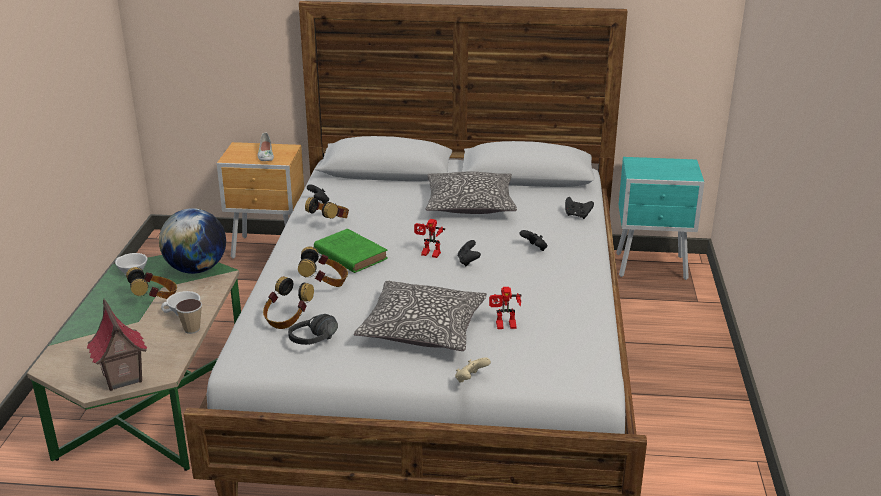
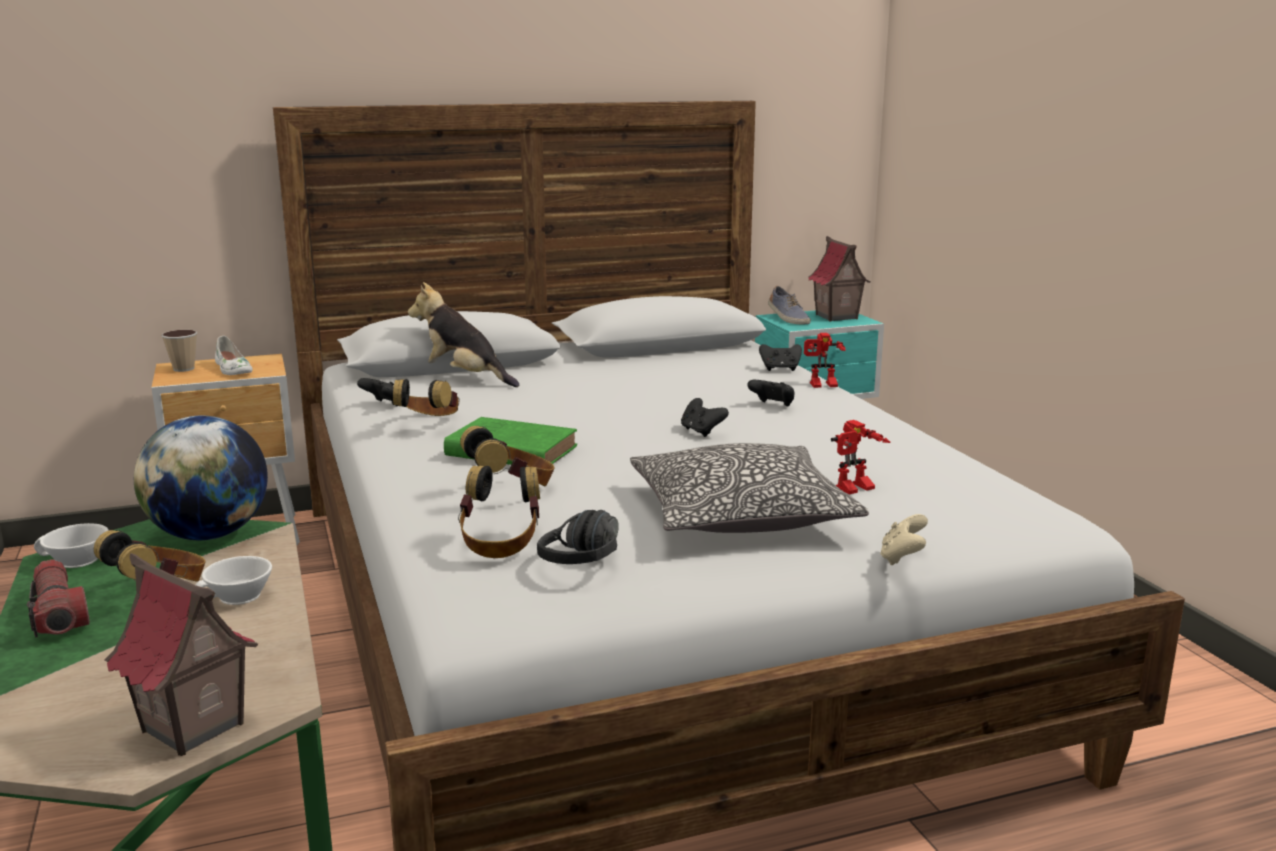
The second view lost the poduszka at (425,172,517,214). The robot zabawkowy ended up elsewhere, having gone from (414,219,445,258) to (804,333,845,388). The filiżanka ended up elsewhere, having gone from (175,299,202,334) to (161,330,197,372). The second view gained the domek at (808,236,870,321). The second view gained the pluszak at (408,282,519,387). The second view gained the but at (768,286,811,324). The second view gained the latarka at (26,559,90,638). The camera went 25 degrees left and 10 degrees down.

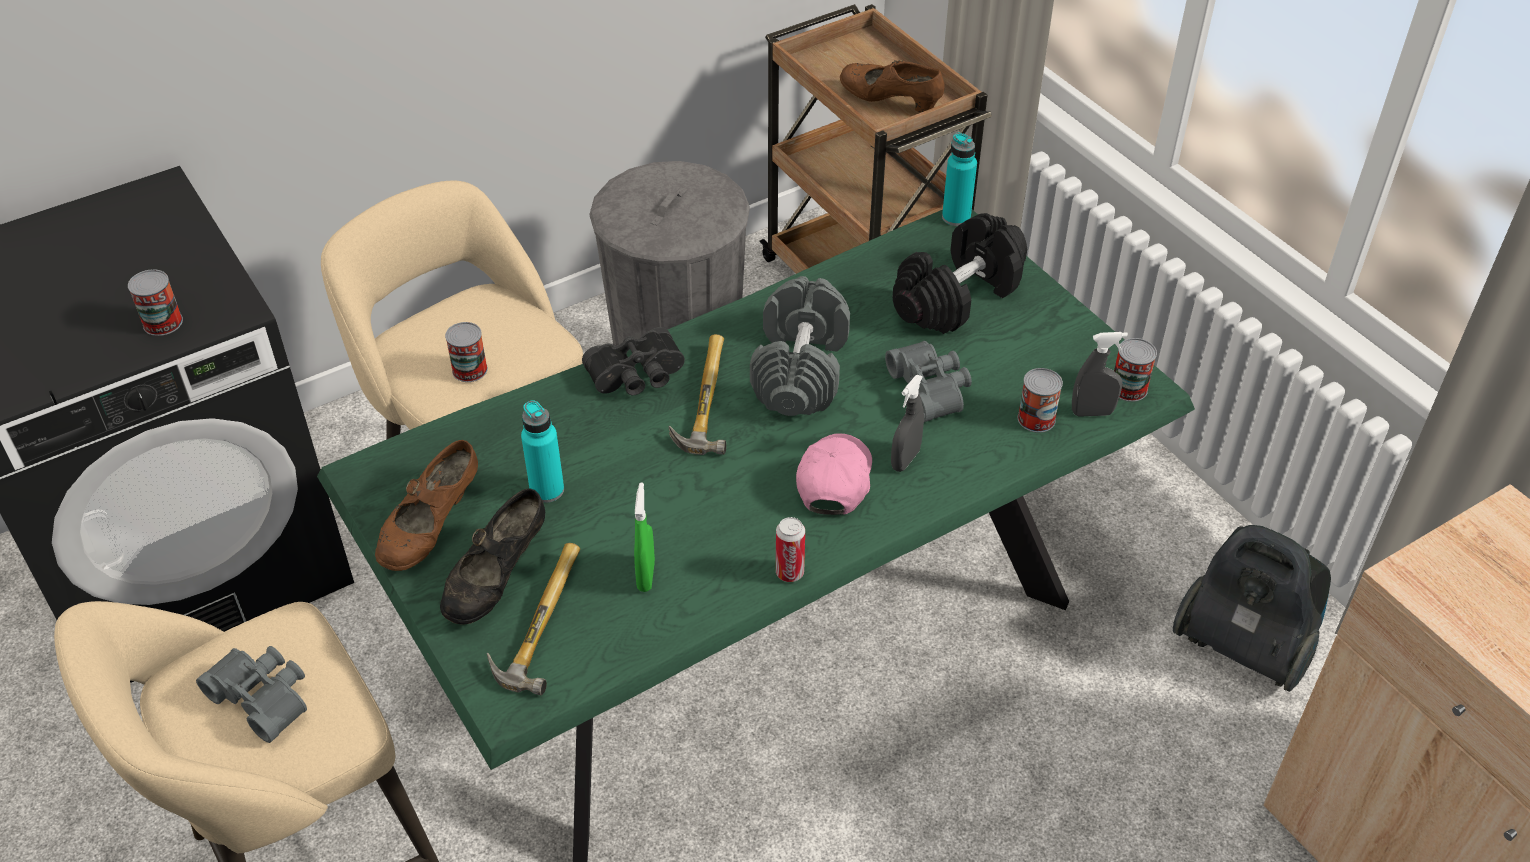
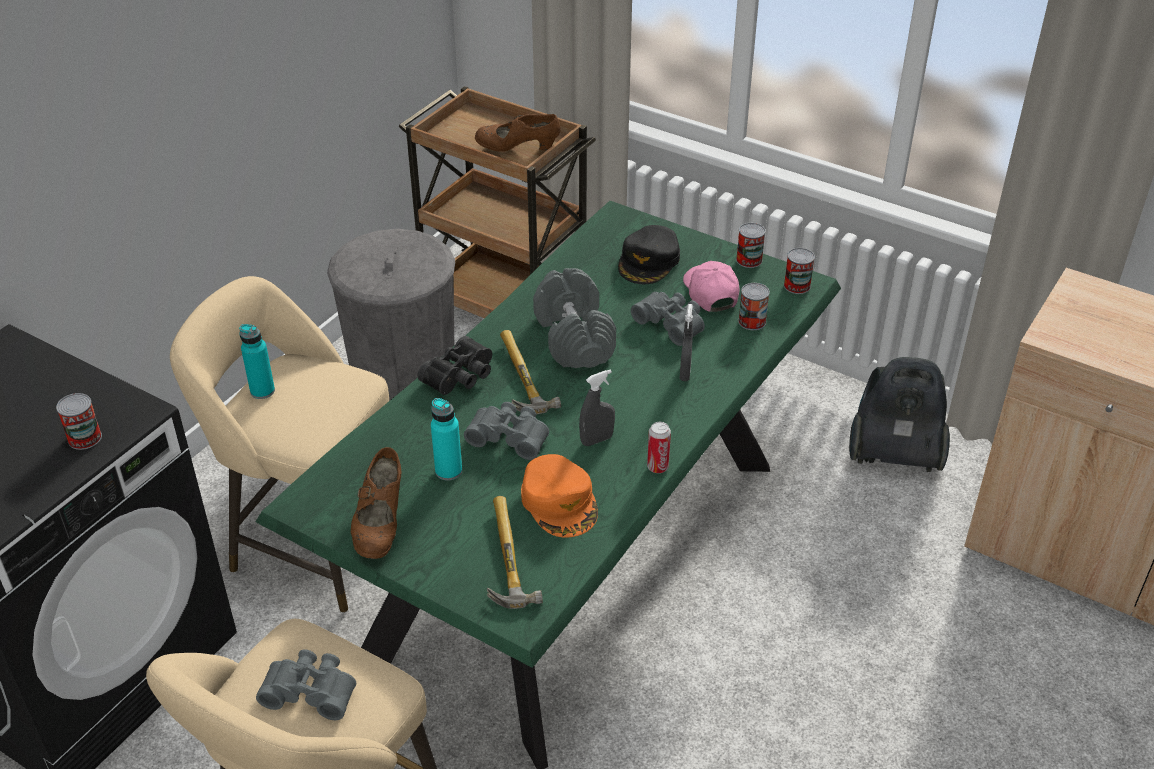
The butelka/turkusowy ended up elsewhere, having gone from (942,133,977,226) to (239,324,275,399). Where the hantel/czarny stood at (893,213,1027,334), the czapka z daszkiem/czarny came to stand at (618,225,680,284). The puszka ended up elsewhere, having gone from (445,322,488,382) to (736,223,766,268). The spryskiwacz/szary ended up elsewhere, having gone from (1072,332,1128,417) to (579,369,615,446). The czapka z daszkiem/różowy ended up elsewhere, having gone from (796,434,872,515) to (683,261,740,312). Where the spryskiwacz/zielony stood at (634,483,655,592), the czapka z daszkiem/pomarańczowy came to stand at (521,454,598,537). The second view lost the but/czarny at (440,489,545,624). The second view gained the lornetka/szary at (464,402,549,460). The camera went 25 degrees left and 5 degrees down.

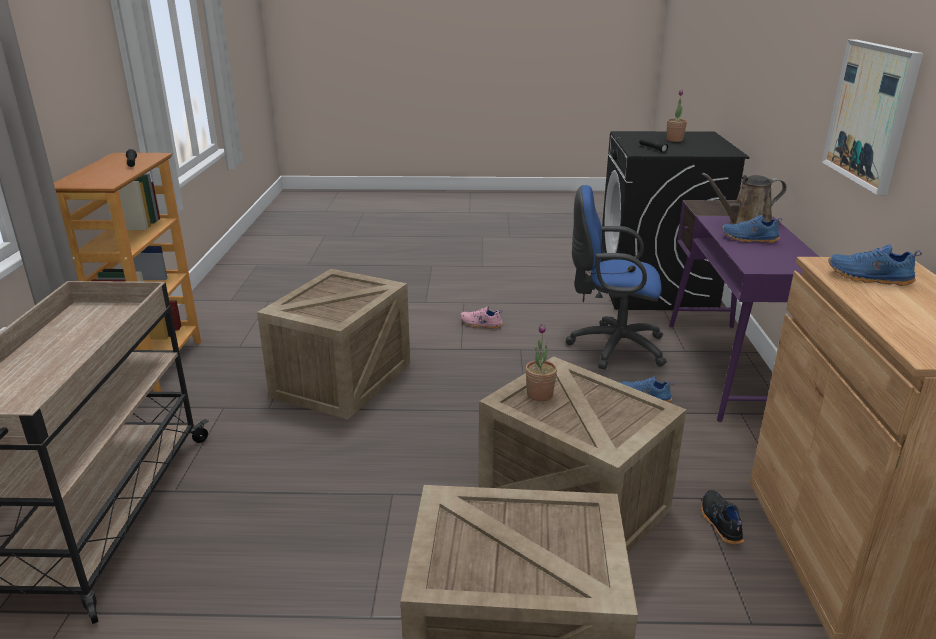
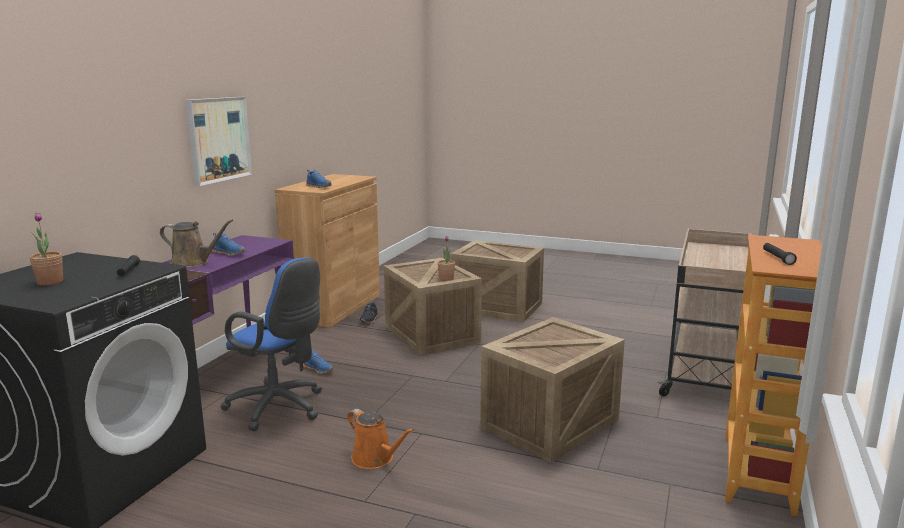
Where the but/różowy stood at (460,306,503,329), the konewka/pomarańczowy came to stand at (348,409,414,469). The camera went 160 degrees left and 10 degrees down.

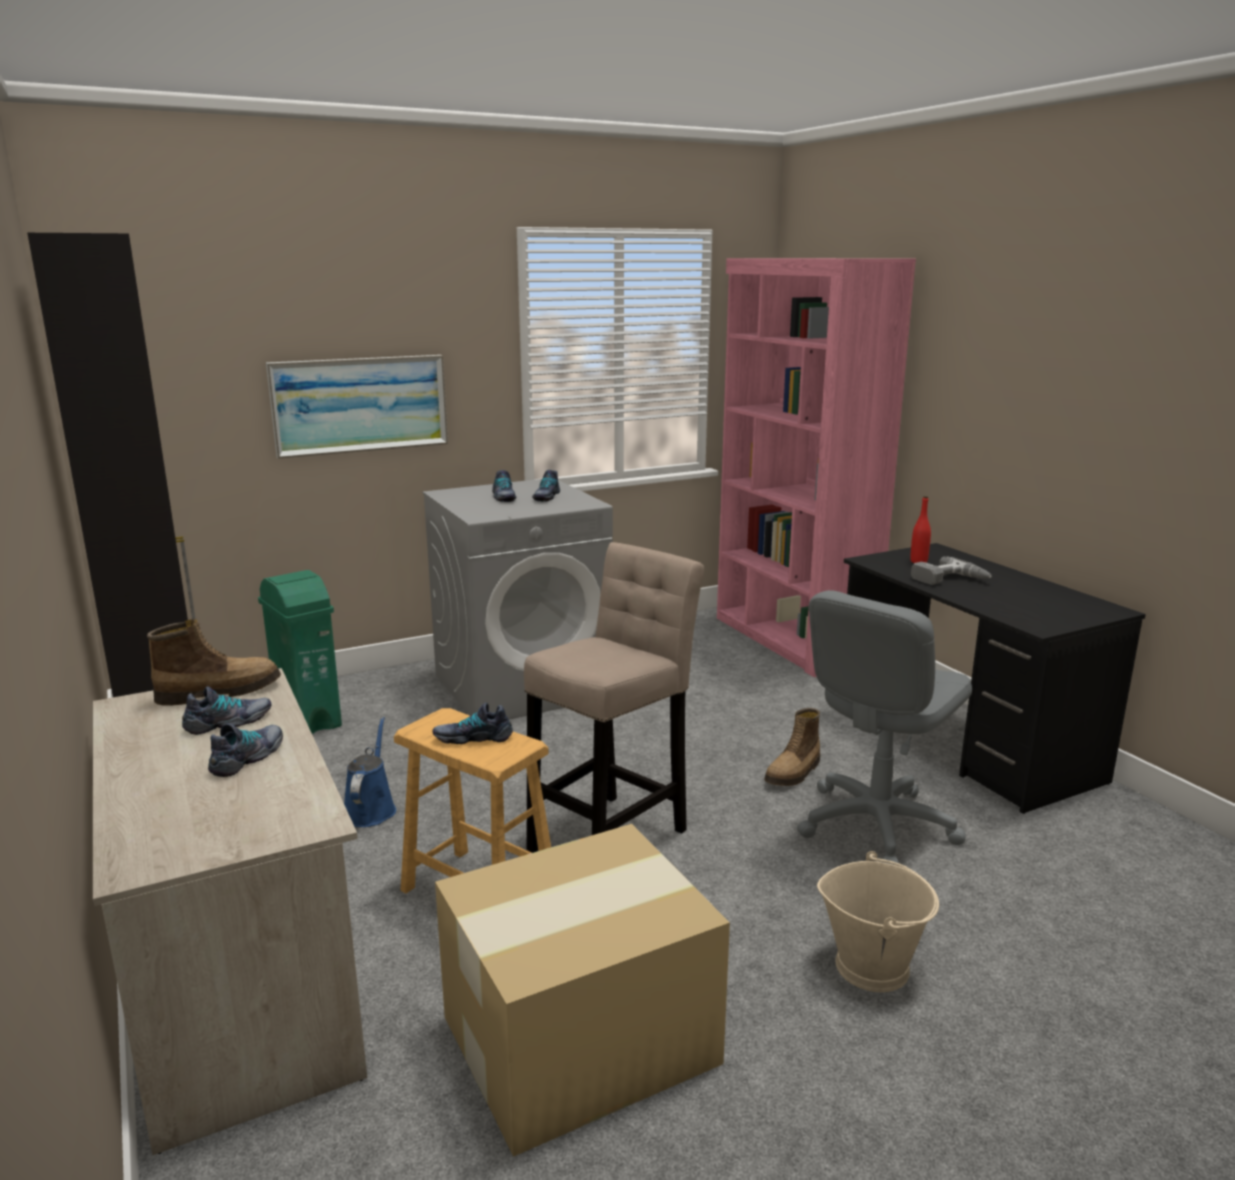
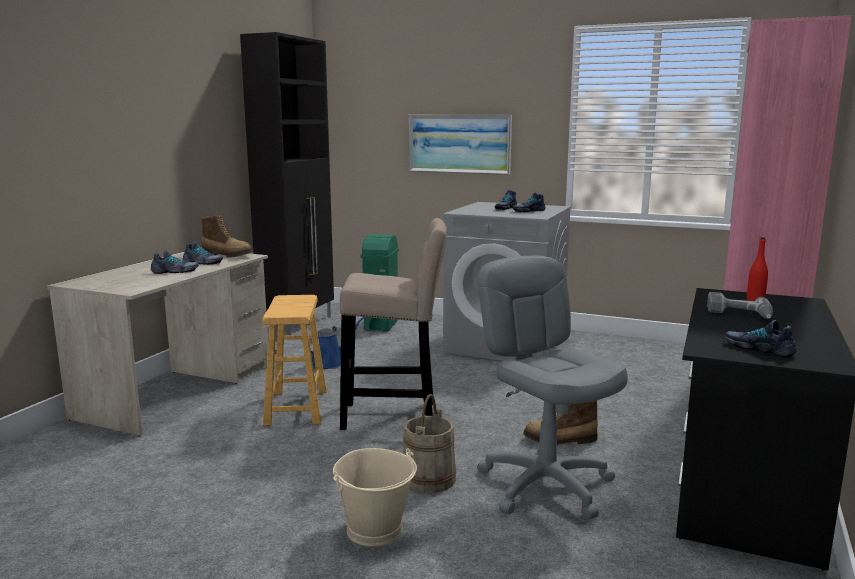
The krzesło biurowe/szary at (797,590,972,866) ended up facing another way, 60 degrees clockwise from before. The but ended up elsewhere, having gone from (433,702,513,744) to (725,320,797,358). The second view lost the karton at (435,824,730,1157). The second view gained the wiadro/beżowy at (403,394,456,493). The camera went 50 degrees right and 5 degrees down.

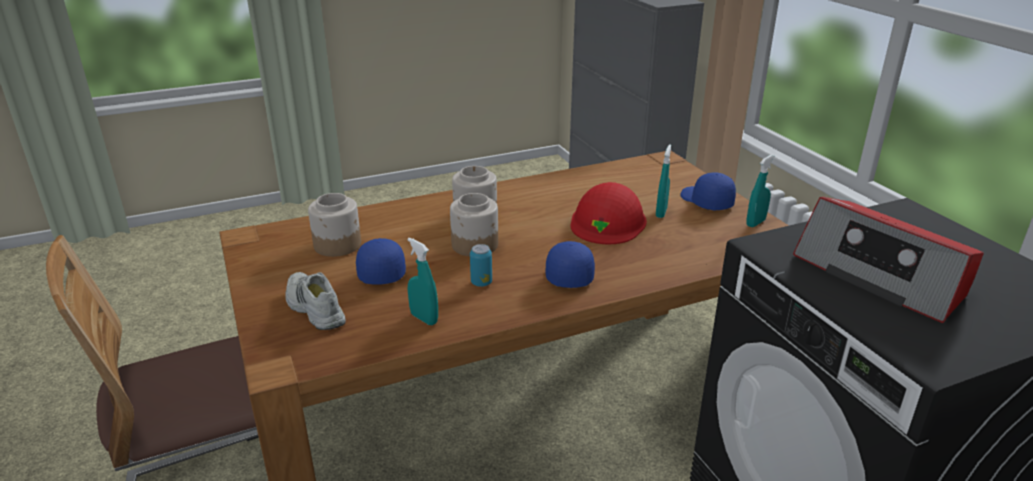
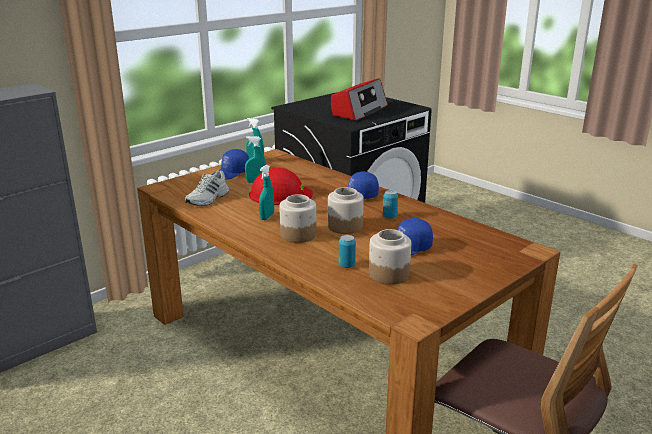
The spryskiwacz/turkusowy ended up elsewhere, having gone from (407,238,438,325) to (259,165,274,220). The but/biały ended up elsewhere, having gone from (285,272,346,330) to (185,170,229,206). The second view gained the puszka at (339,235,356,268). The camera went 110 degrees left and 5 degrees down.

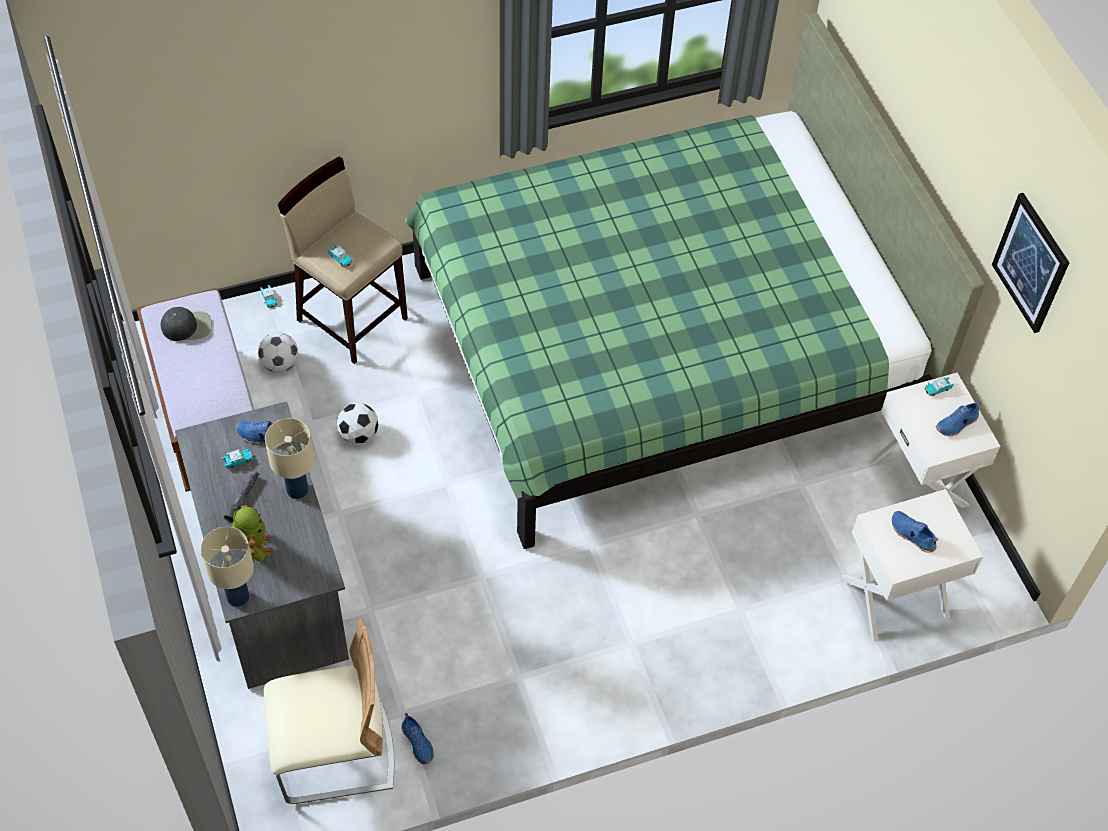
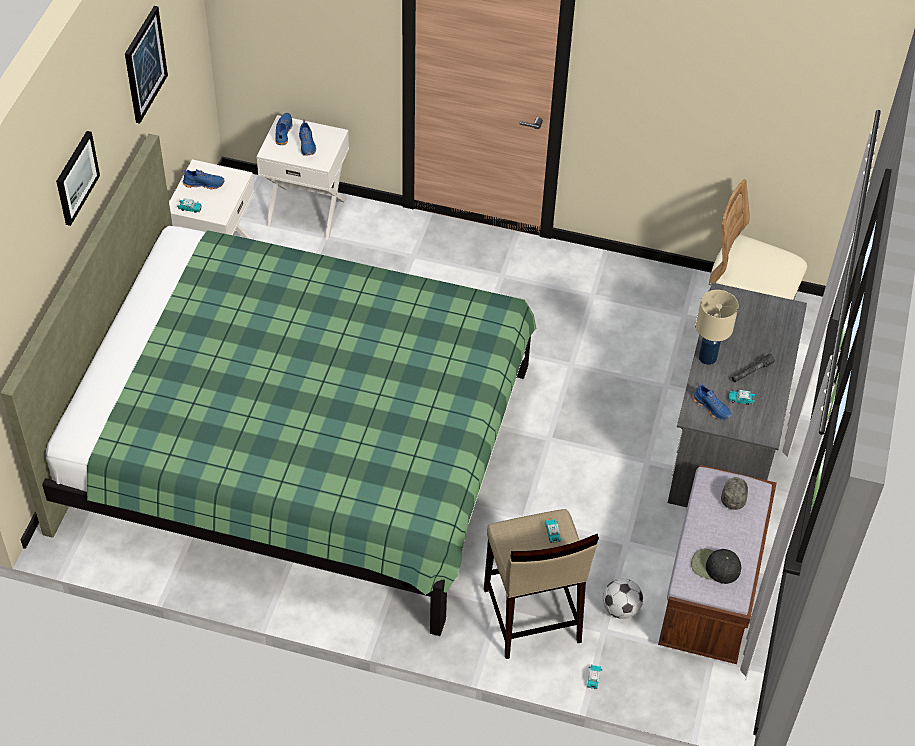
The second view lost the piłka futbolowa at (337,403,378,444). The second view lost the robot zabawkowy at (232,505,273,563). The second view lost the lampa stołowa/beżowy at (201,527,254,607). The but/niebieski ended up elsewhere, having gone from (401,713,434,764) to (275,113,293,145). The second view gained the obraz at (56,131,100,226). The second view gained the czapka z daszkiem/szary at (721,477,748,510). The camera went 145 degrees left and 5 degrees down.

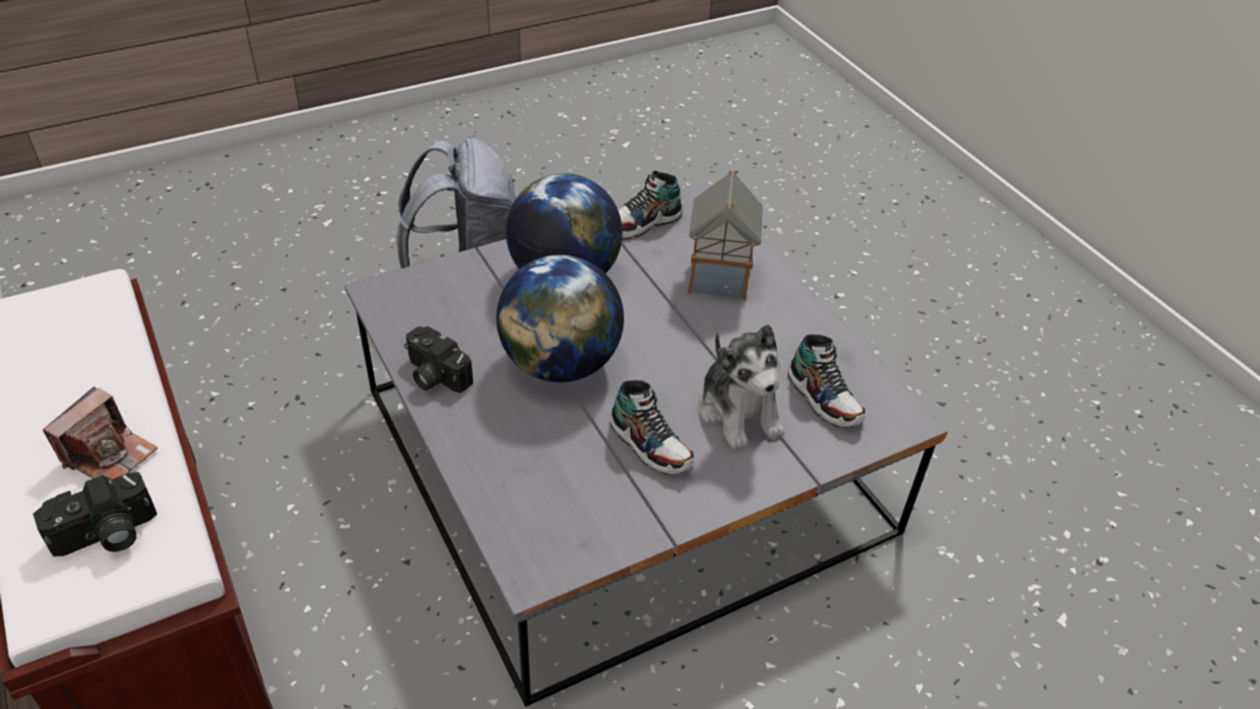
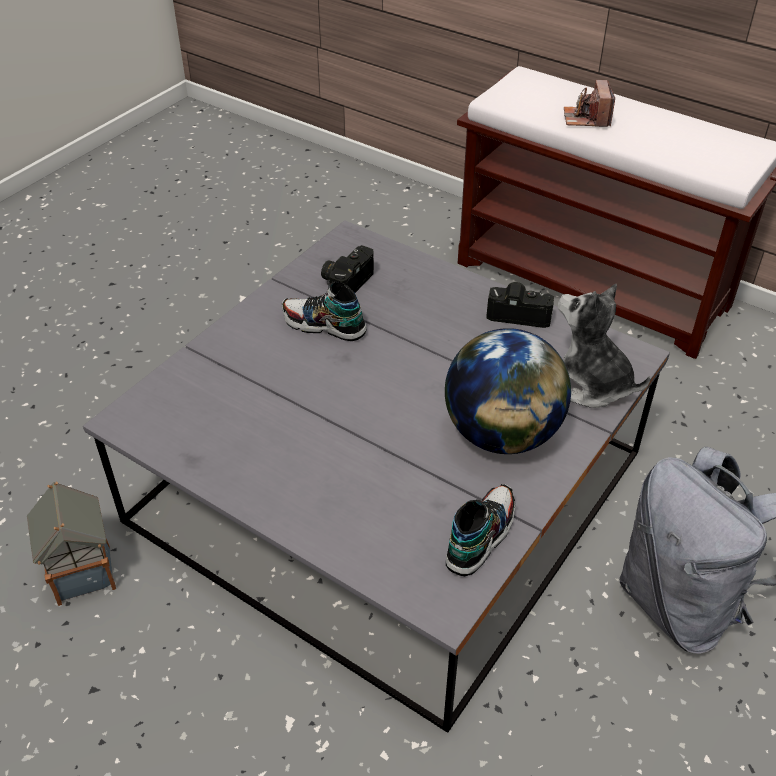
The domek ended up elsewhere, having gone from (688,170,763,300) to (27,482,116,606). The second view lost the globus at (496,254,624,382). The pluszak ended up elsewhere, having gone from (699,324,785,449) to (558,284,651,408). The second view lost the but at (788,334,865,427). The aparat fotograficzny ended up elsewhere, having gone from (33,472,157,557) to (321,245,374,293). The camera went 155 degrees right and 0 degrees up.

